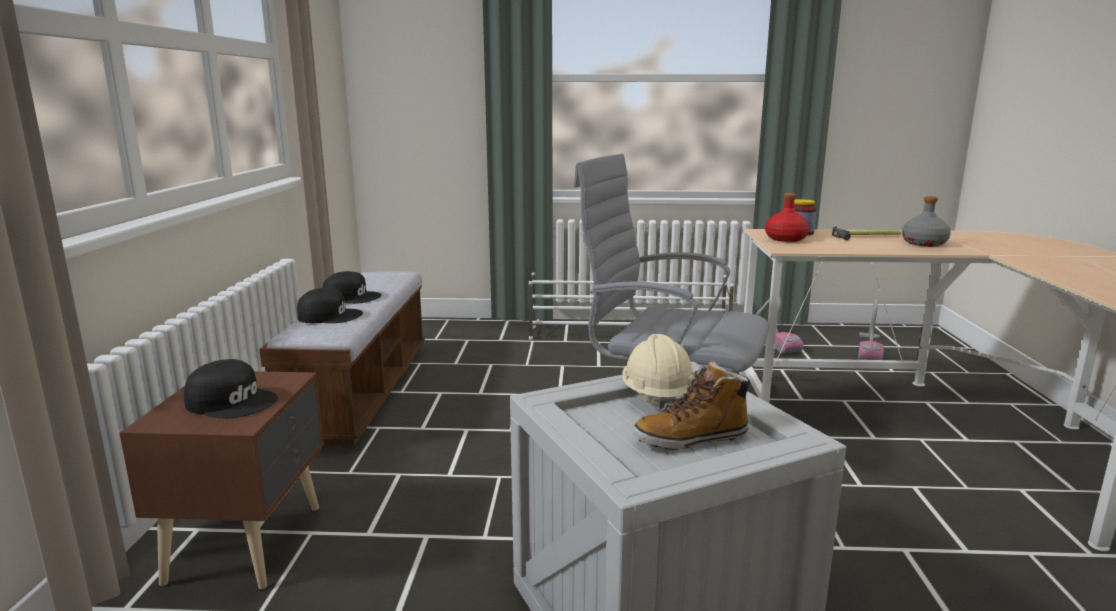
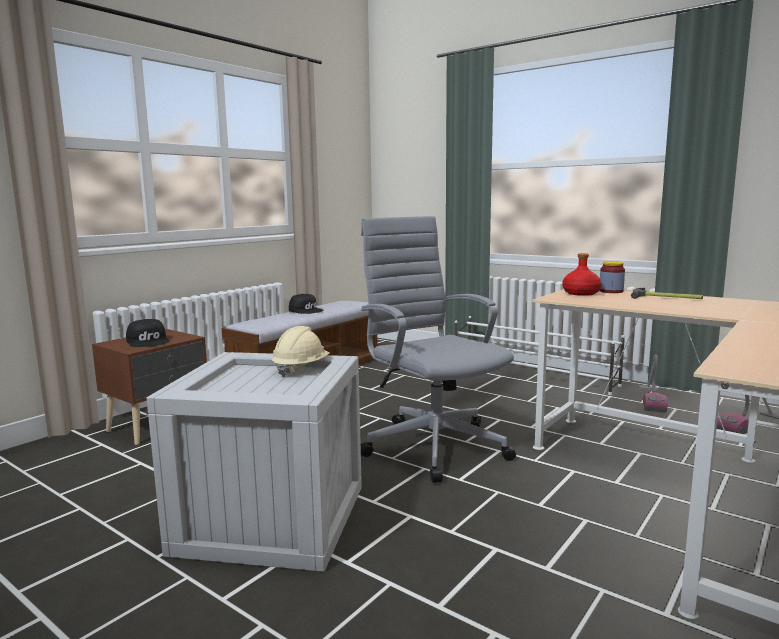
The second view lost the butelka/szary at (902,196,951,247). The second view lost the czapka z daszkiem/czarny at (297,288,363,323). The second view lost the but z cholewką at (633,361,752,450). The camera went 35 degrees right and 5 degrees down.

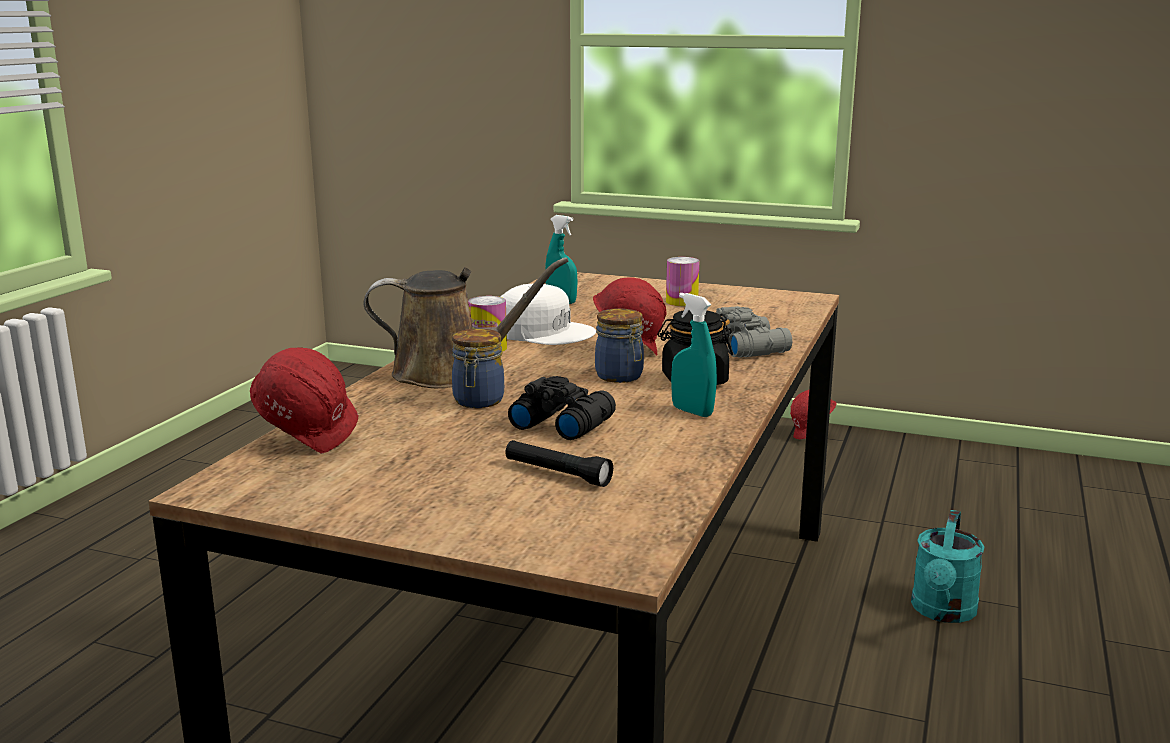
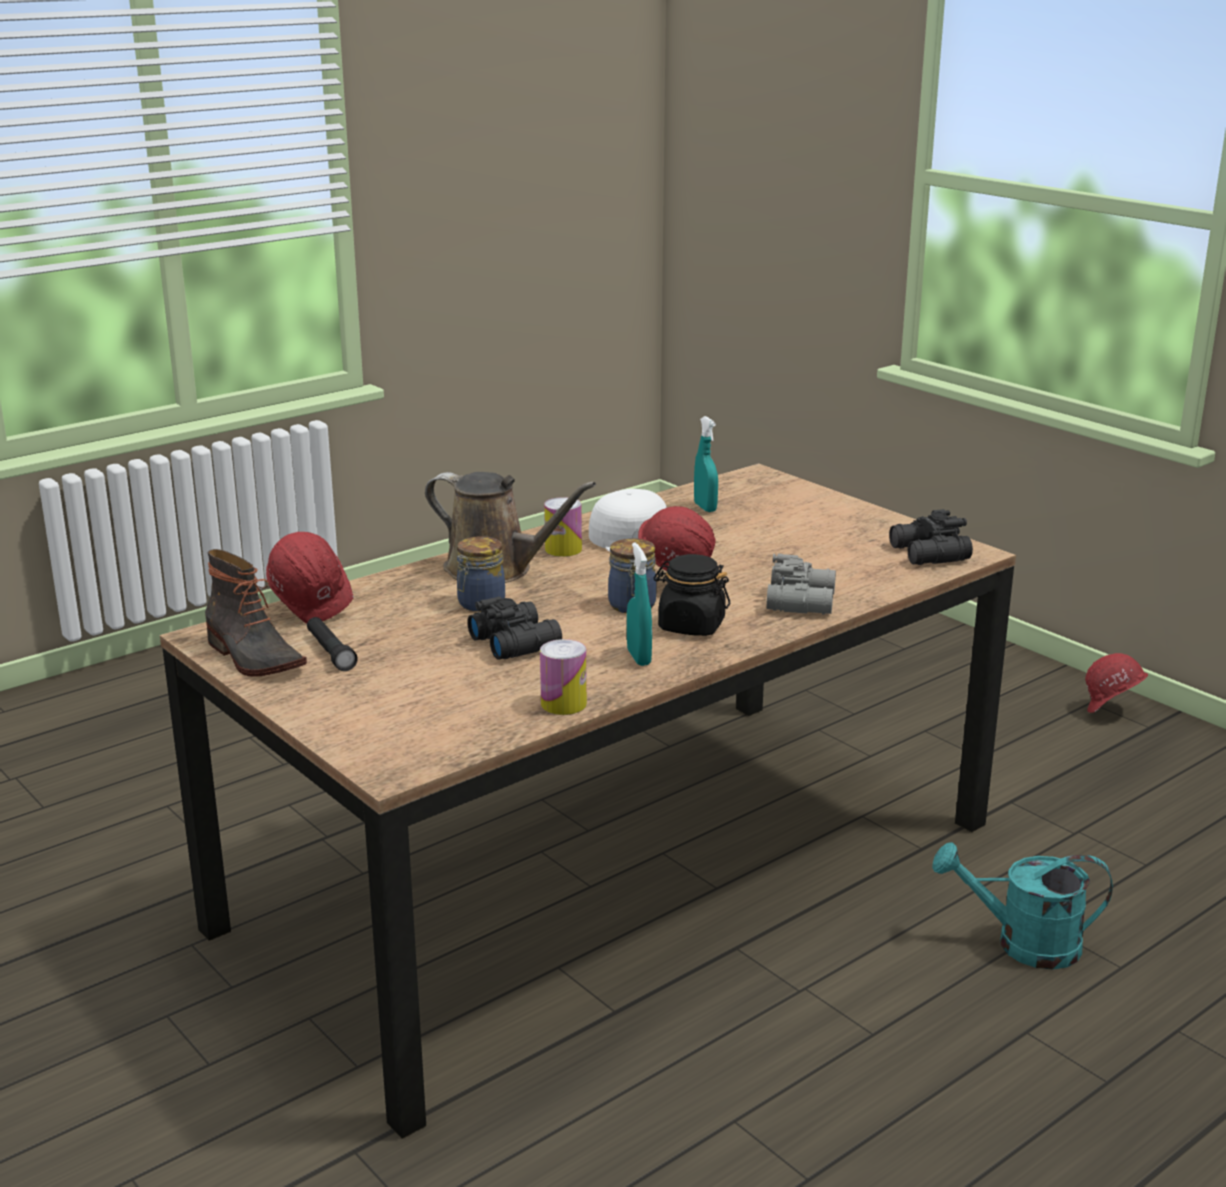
The puszka ended up elsewhere, having gone from (666,257,700,306) to (540,639,587,715). The latarka/czarny ended up elsewhere, having gone from (505,440,613,487) to (307,617,358,671). The konewka/turkusowy at (911,510,984,623) ended up facing another way, 45 degrees clockwise from before. The second view gained the lornetka/czarny at (889,509,973,565). The second view gained the but z cholewką at (205,549,307,677). The camera went 30 degrees right and 5 degrees up.

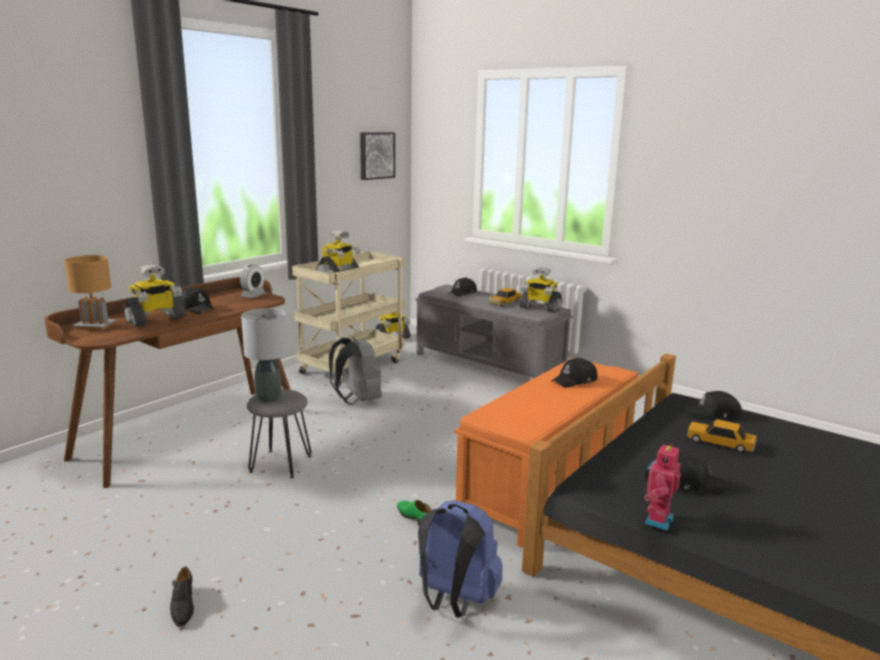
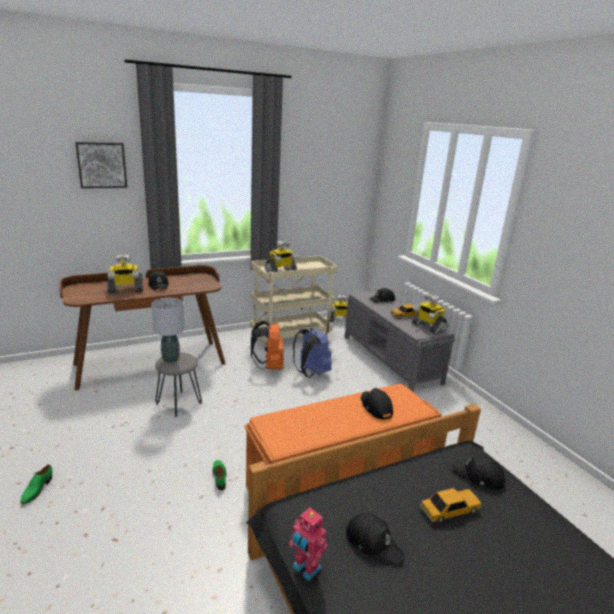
The obraz ended up elsewhere, having gone from (360,132,395,180) to (75,142,127,188). The second view lost the lampa stołowa/brązowy at (64,255,117,331). The second view lost the budzik at (240,264,265,298). What was the plecak/szary at (329,337,382,405) turned into the plecak/pomarańczowy at (251,321,284,370). The czapka z daszkiem/czarny at (552,358,598,388) ended up facing another way, 75 degrees clockwise from before. The samochodzik at (687,419,757,453) ended up facing another way, 105 degrees clockwise from before. The robot zabawkowy at (644,443,681,531) ended up facing another way, 105 degrees counterclockwise from before. The plecak/niebieski ended up elsewhere, having gone from (418,500,503,618) to (293,328,332,378). What was the but/czarny at (170,567,194,627) turned into the but/zielony at (20,464,52,504). The camera went 25 degrees right and 5 degrees up.

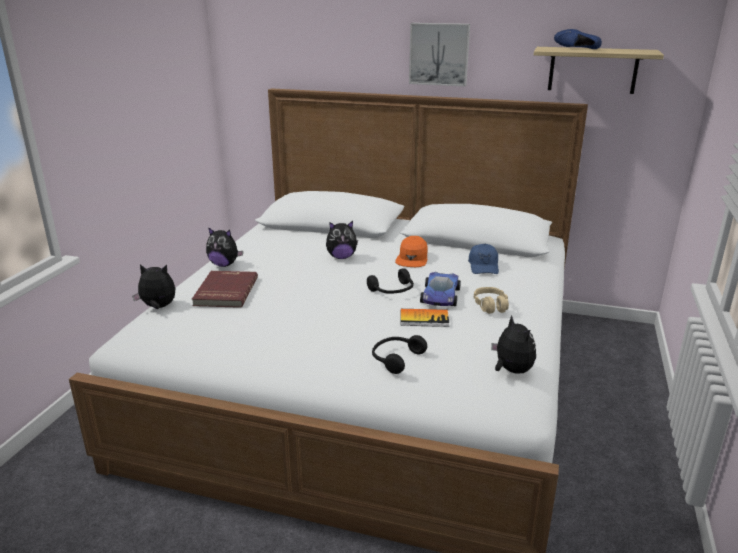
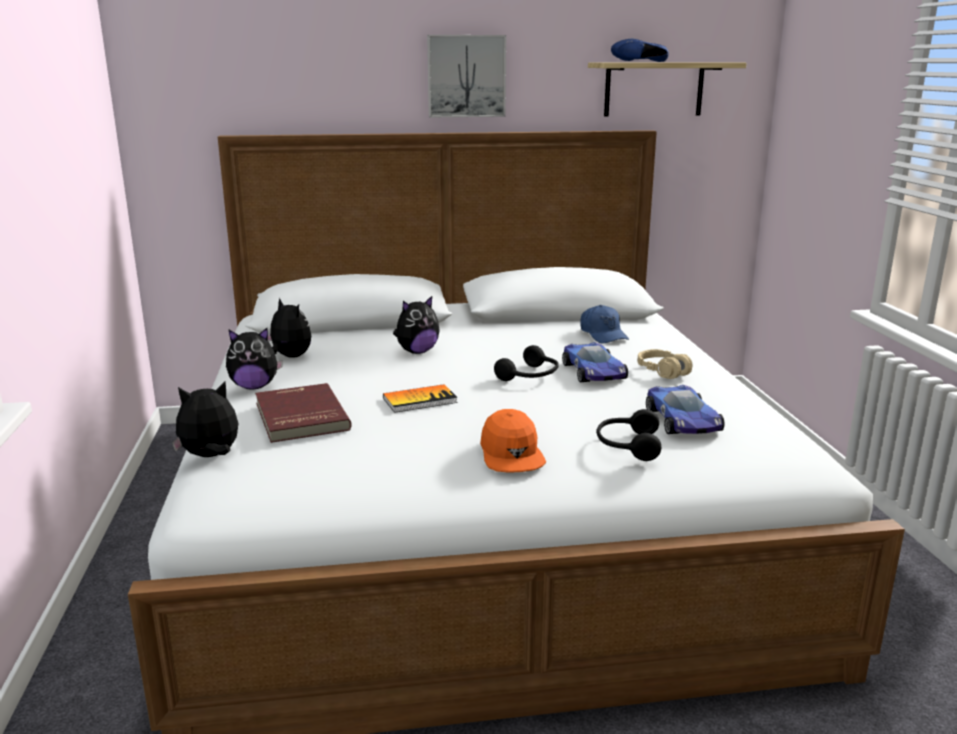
The czapka z daszkiem/pomarańczowy ended up elsewhere, having gone from (395,236,428,267) to (480,409,546,473). The książka ended up elsewhere, having gone from (401,309,449,327) to (383,384,458,413). The pluszak ended up elsewhere, having gone from (491,315,536,374) to (268,298,311,358). The second view gained the samochodzik at (646,385,725,434). The camera went 25 degrees left and 5 degrees down.

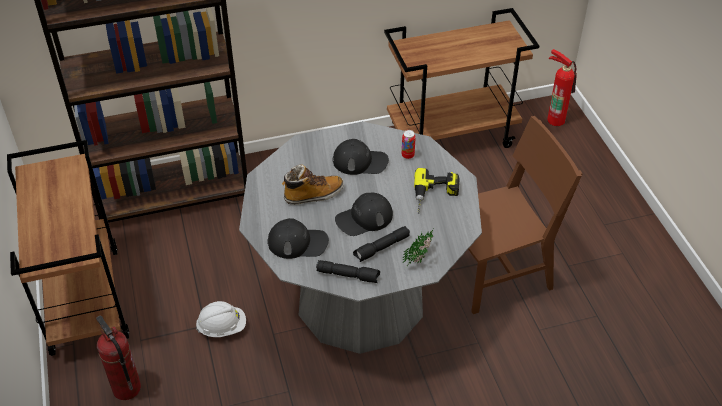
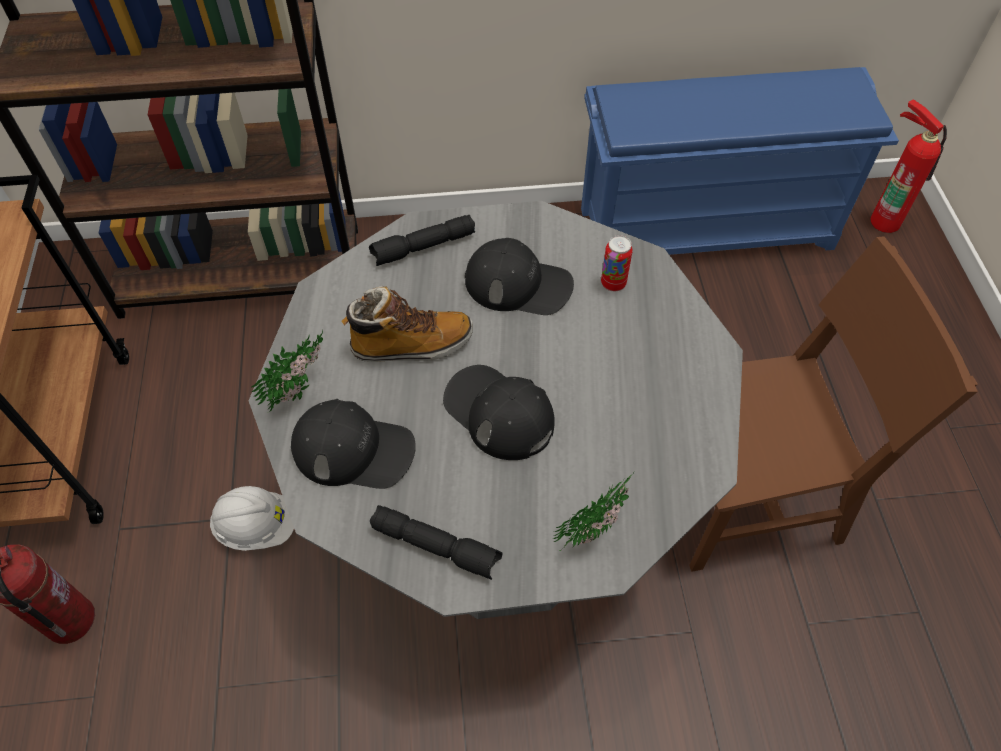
Where the wózek/brązowy stood at (384,8,539,148), the regał na buty/niebieski came to stand at (581,67,899,255). The second view lost the wiertarka at (414,168,459,214). The czapka z daszkiem/czarny at (335,193,393,236) ended up facing another way, 60 degrees clockwise from before. The latarka/czarny ended up elsewhere, having gone from (353,226,410,262) to (369,215,475,266). The second view gained the roślina doniczkowa at (251,330,323,413). The camera went 10 degrees right and 10 degrees up.

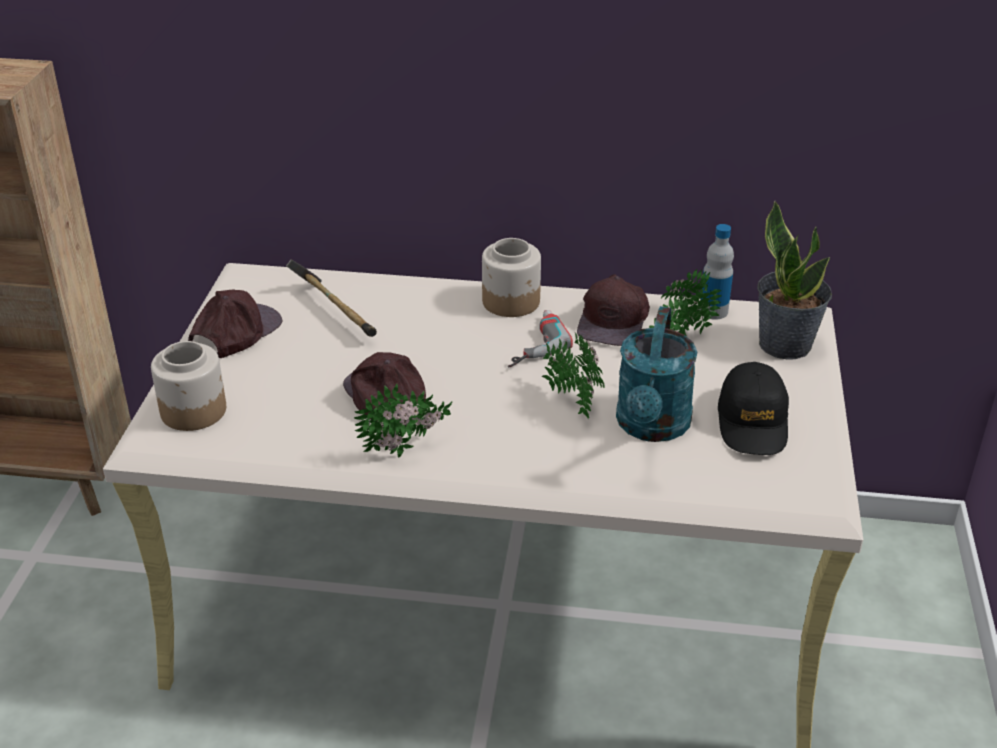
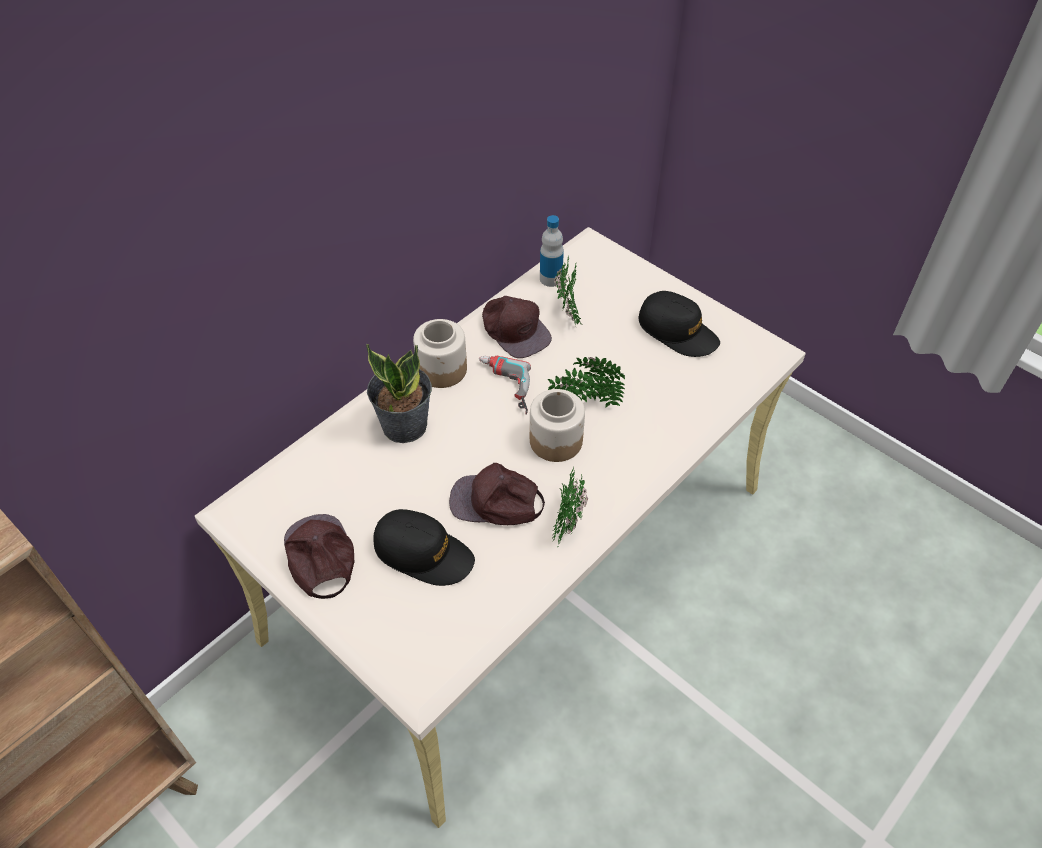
The roślina doniczkowa ended up elsewhere, having gone from (757,201,832,360) to (366,344,432,443). The second view lost the młotek at (286,259,377,337). The second view lost the konewka/turkusowy at (616,306,697,442). The słoik ended up elsewhere, having gone from (151,341,226,431) to (530,389,585,462). The second view gained the czapka z daszkiem/czarny at (373,509,475,586). The camera went 55 degrees left and 15 degrees up.

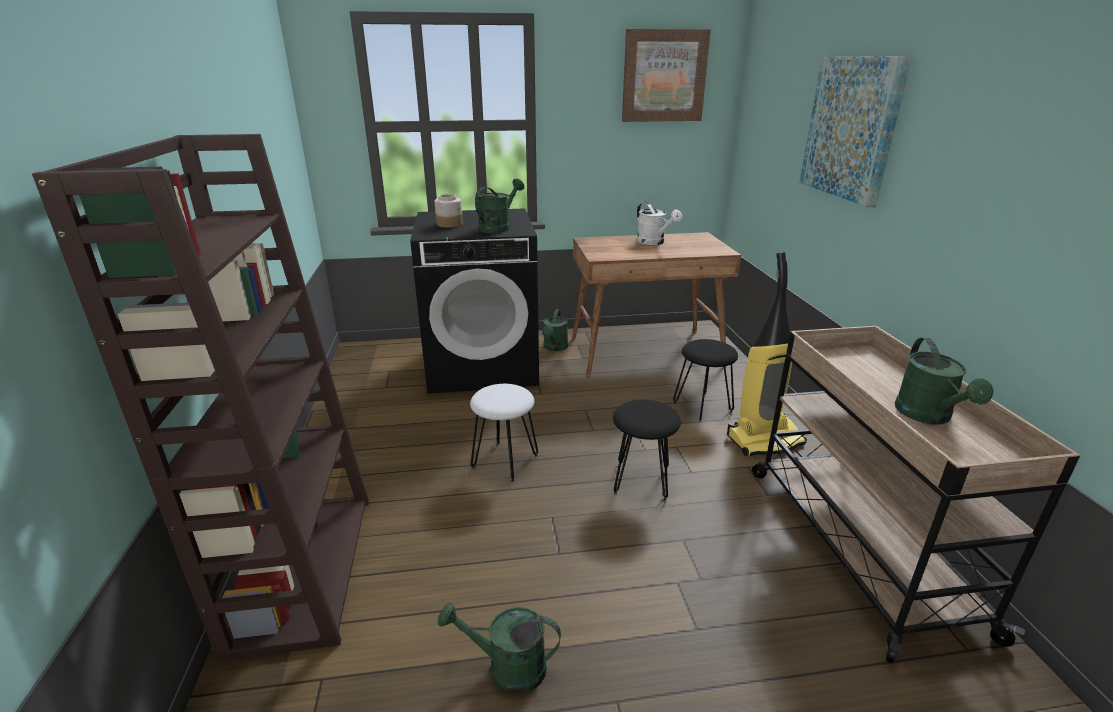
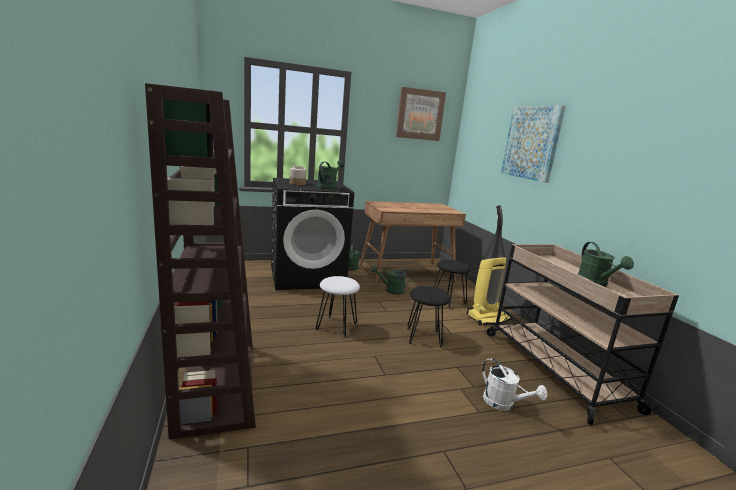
The konewka/biały ended up elsewhere, having gone from (637,201,682,245) to (482,358,547,411). The konewka/zielony ended up elsewhere, having gone from (438,602,561,694) to (371,265,411,295). The camera went 10 degrees left and 10 degrees down.

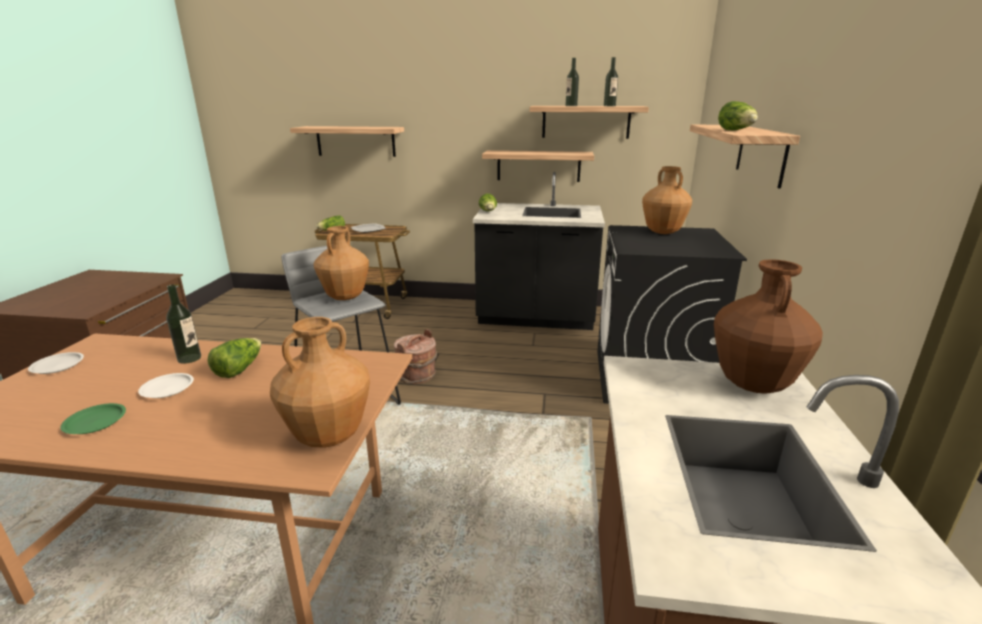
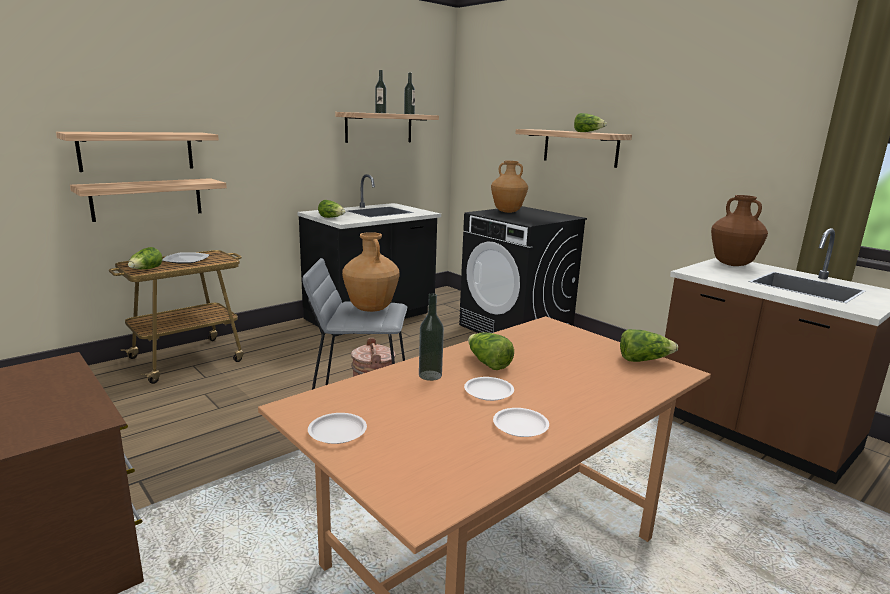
The półka ended up elsewhere, having gone from (482,150,594,182) to (70,178,227,222). Where the wazon/brązowy stood at (270,317,370,448), the sałata came to stand at (620,329,678,362). What was the talerz/zielony at (60,403,126,434) turned into the talerz/biały at (493,408,549,437). The camera went 50 degrees left and 5 degrees down.

